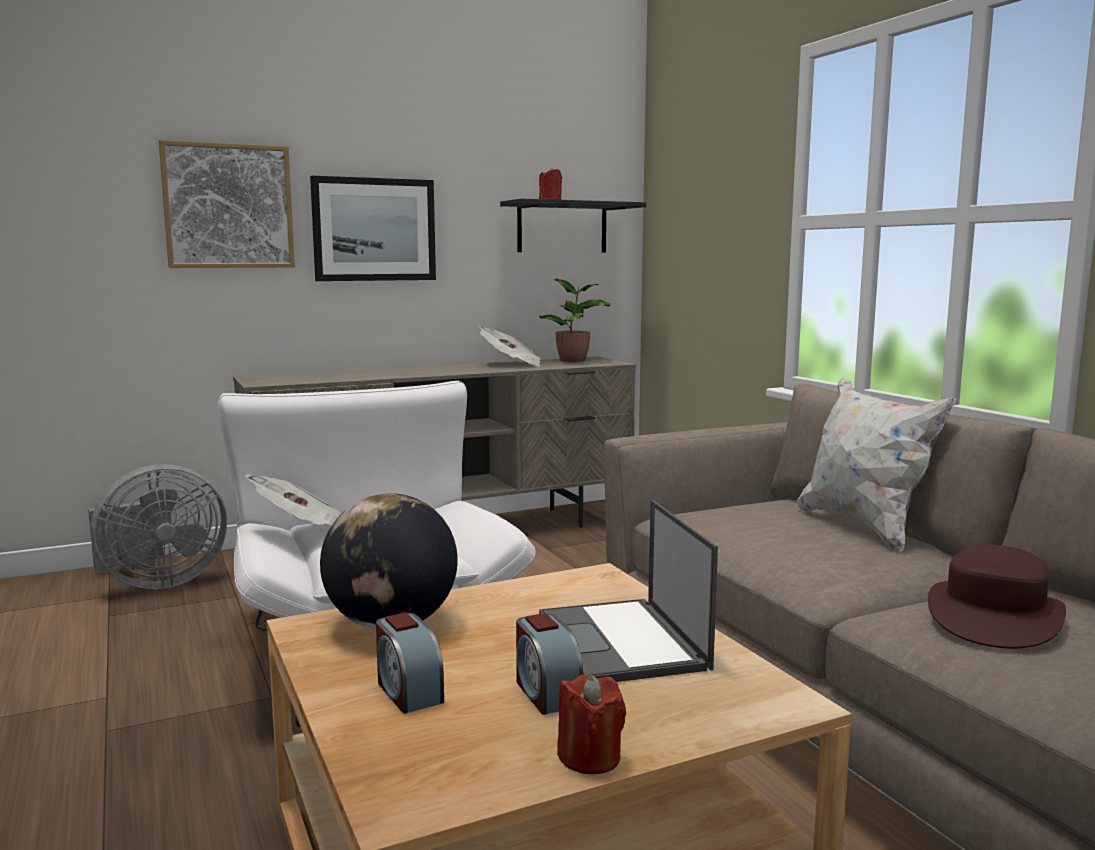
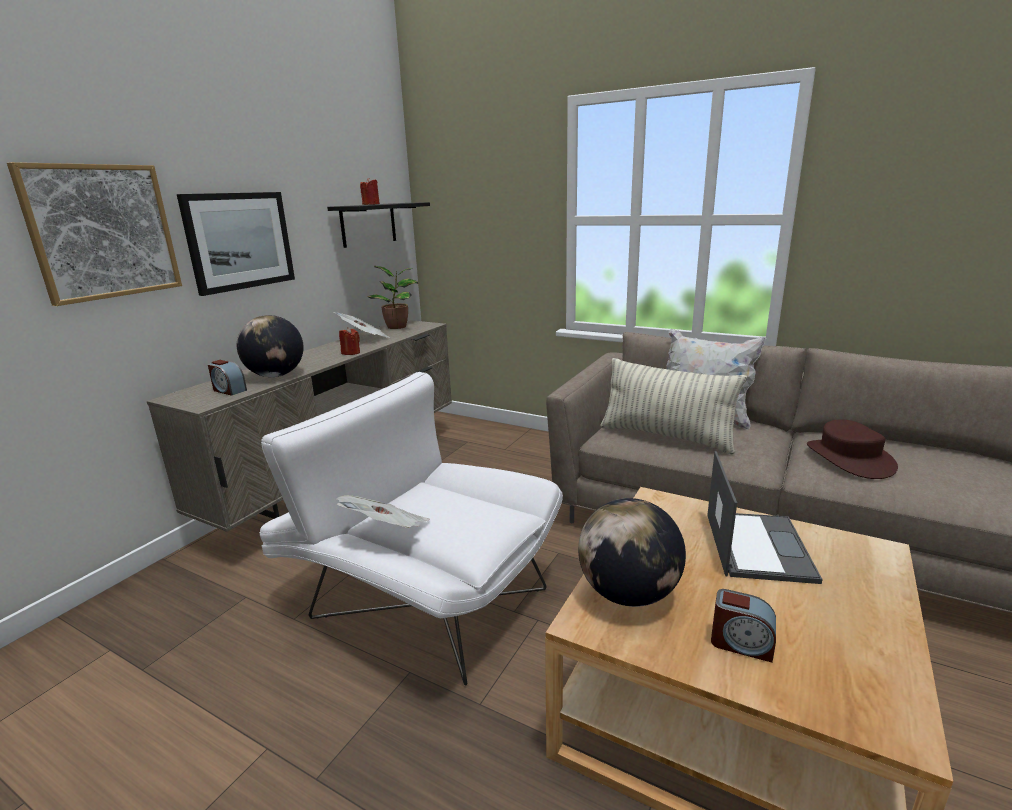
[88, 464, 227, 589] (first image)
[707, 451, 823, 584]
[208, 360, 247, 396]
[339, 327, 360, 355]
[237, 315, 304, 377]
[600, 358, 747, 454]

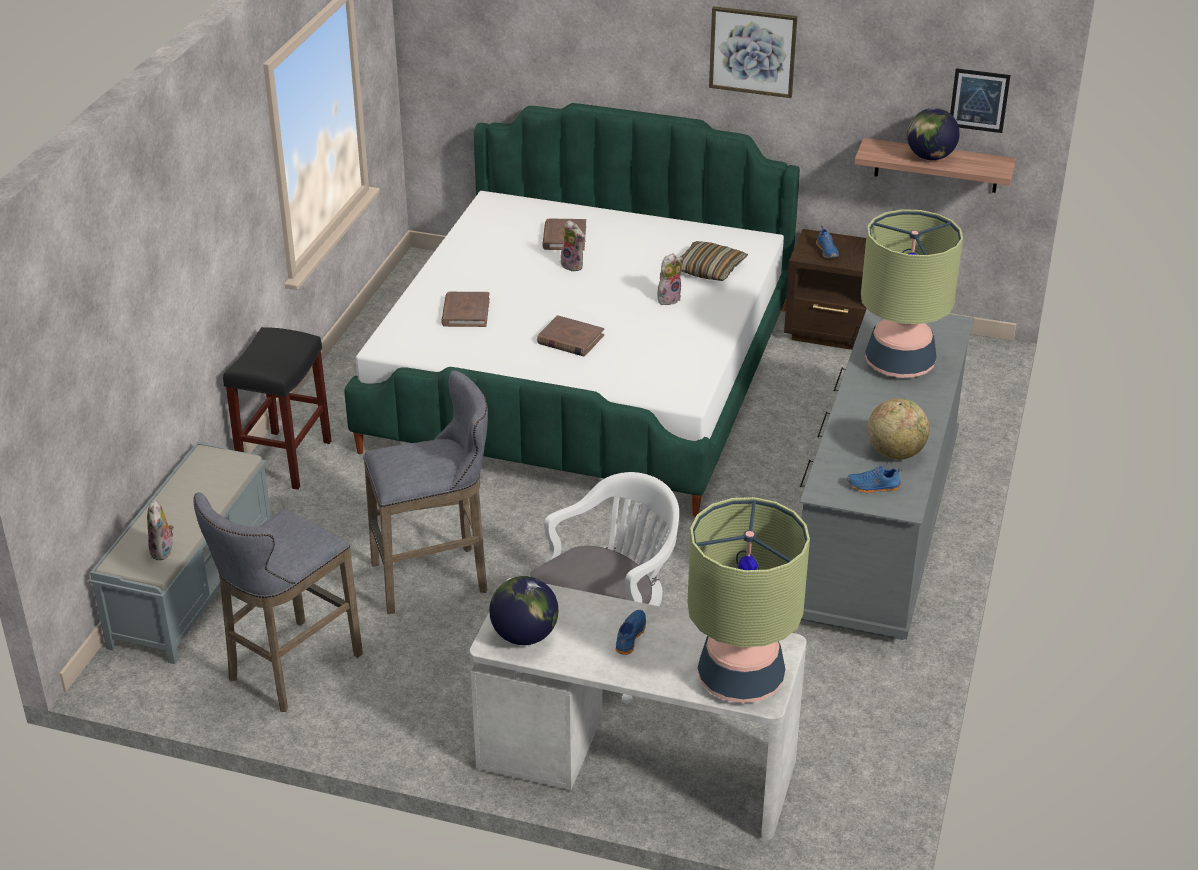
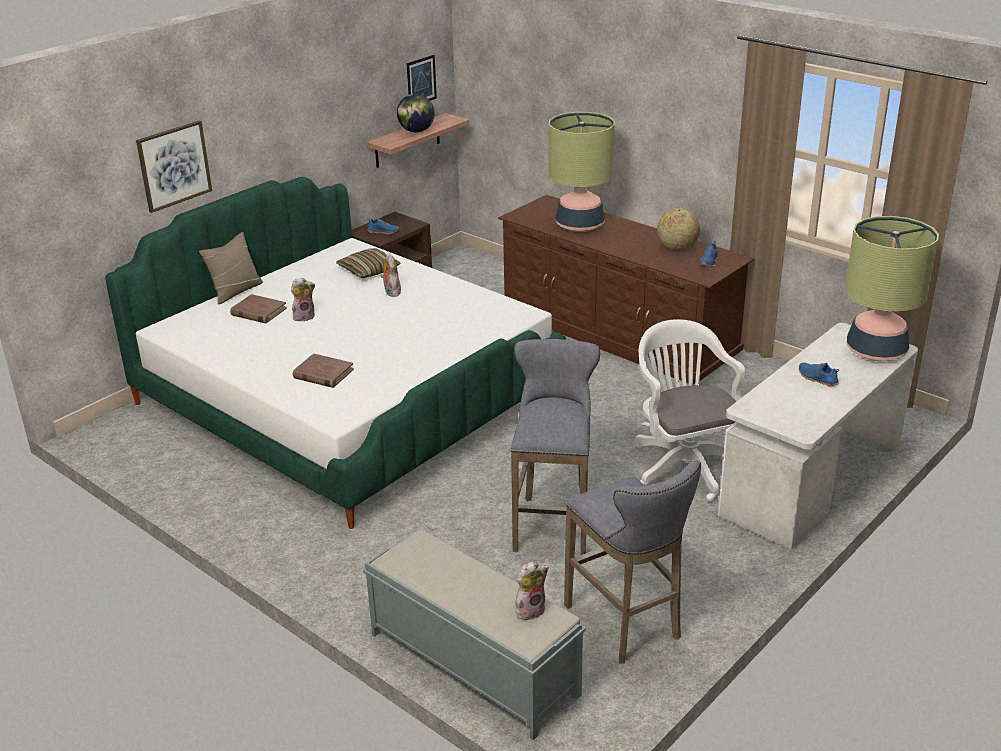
[136, 121, 212, 213]
[498, 195, 755, 384]
[537, 315, 604, 357] (first image)
[223, 327, 332, 490] (first image)
[516, 561, 549, 620]
[489, 576, 558, 645] (first image)
[199, 232, 263, 304]

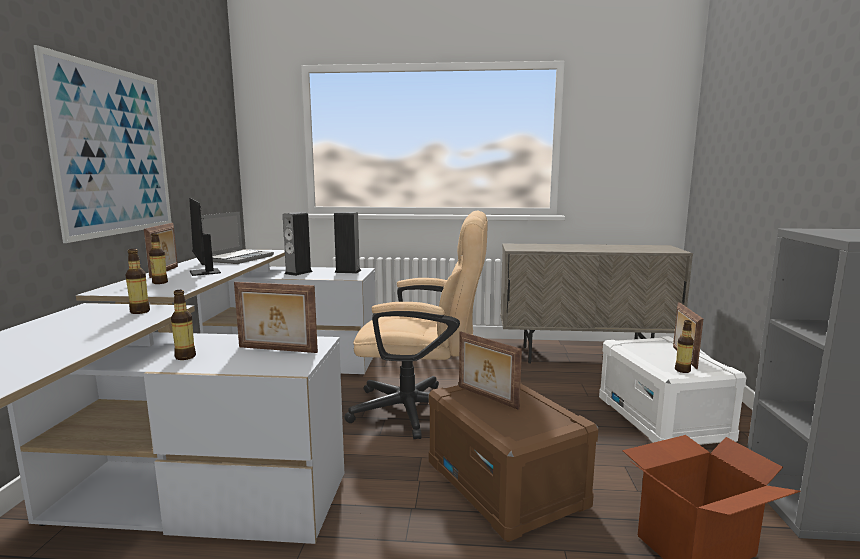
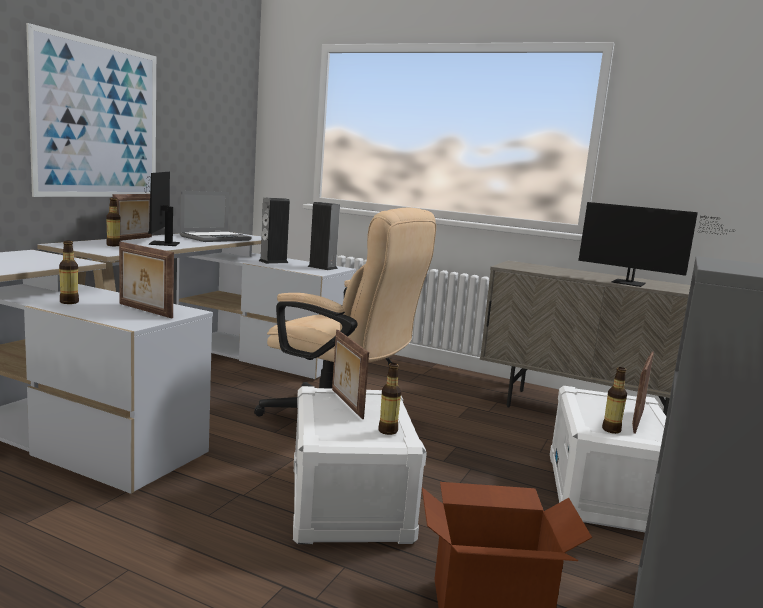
[378, 363, 401, 435]
[293, 386, 427, 544]
[578, 202, 734, 287]

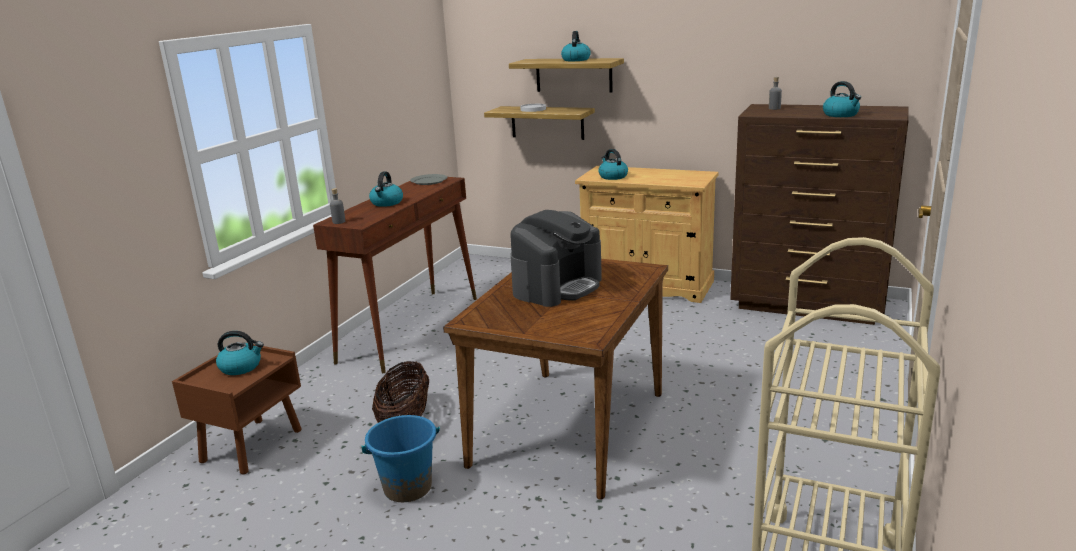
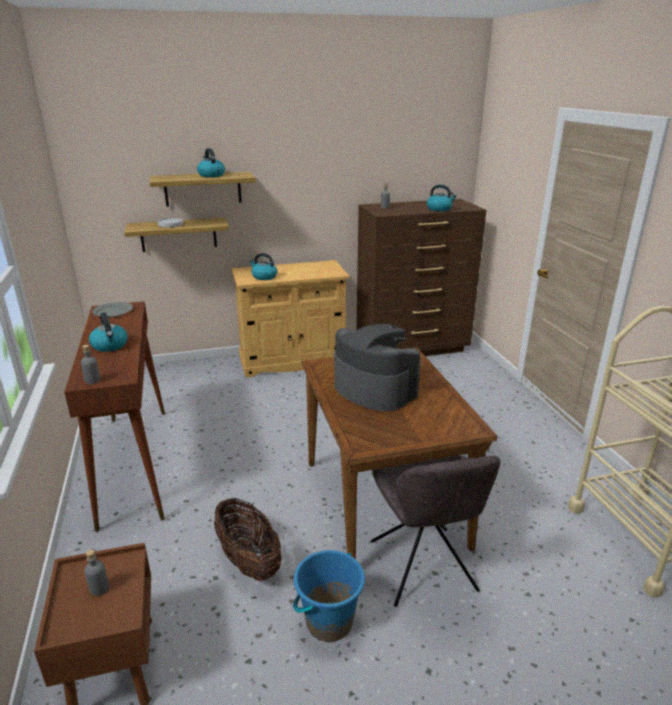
[334, 324, 421, 411]
[84, 550, 109, 596]
[371, 455, 500, 607]

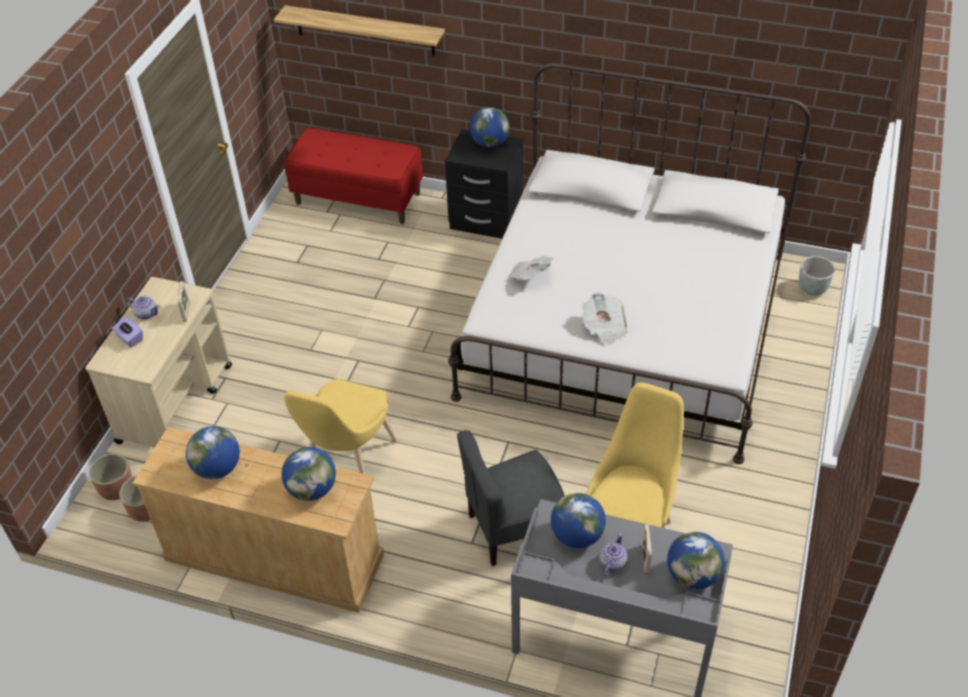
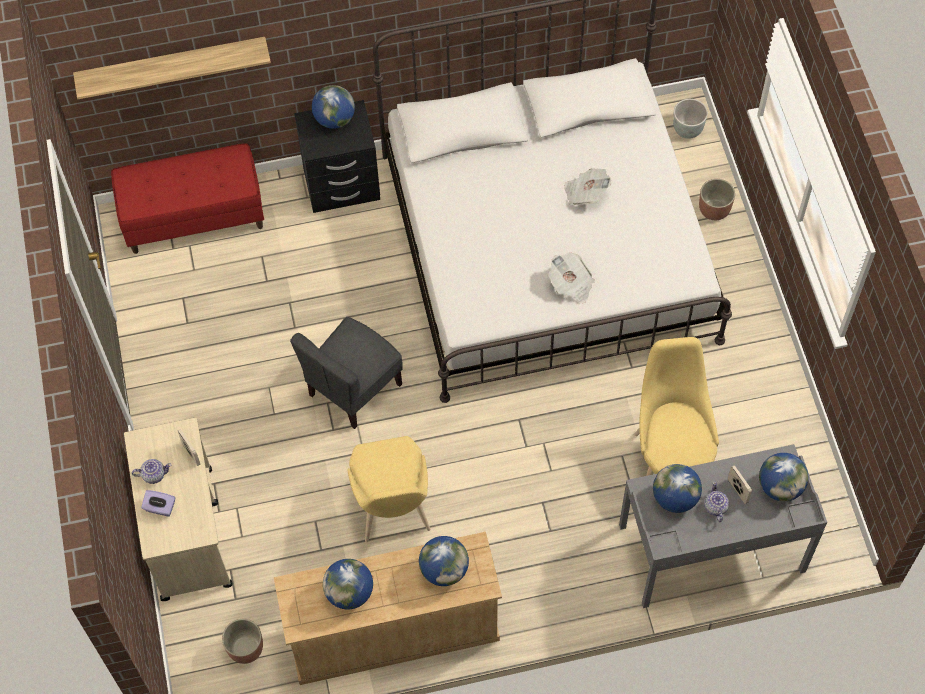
[564, 168, 611, 205]
[290, 317, 403, 429]
[699, 179, 735, 220]

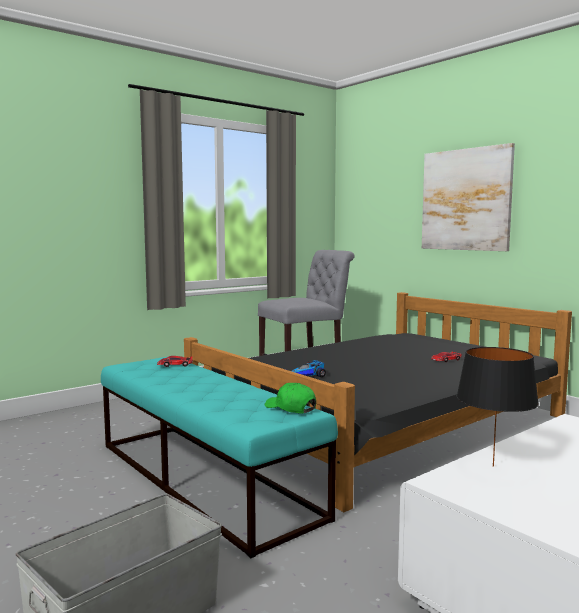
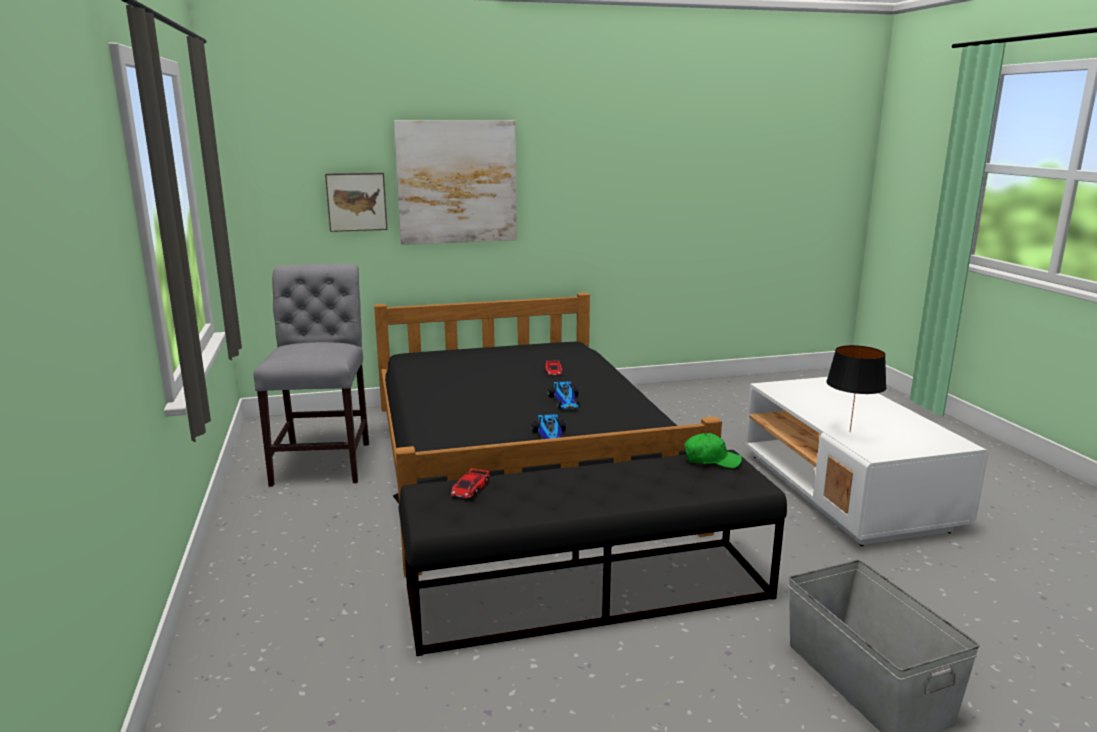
[398, 450, 787, 656]
[684, 433, 742, 468]
[325, 173, 387, 232]
[548, 381, 580, 410]

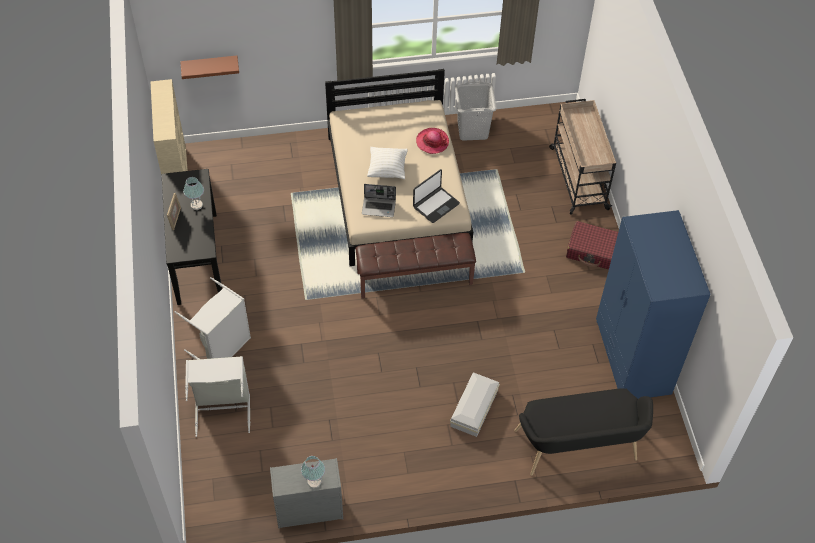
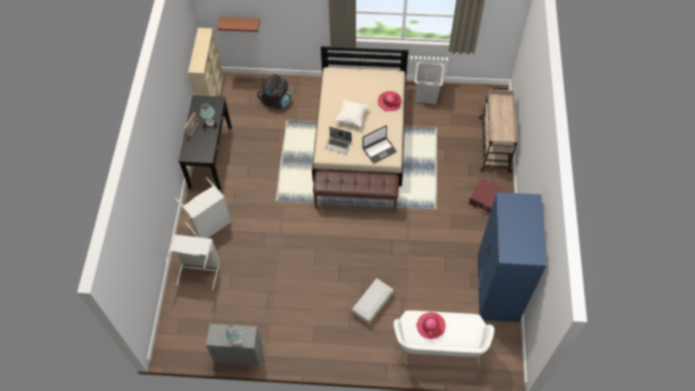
[393, 310, 495, 367]
[257, 74, 291, 109]
[416, 312, 445, 339]

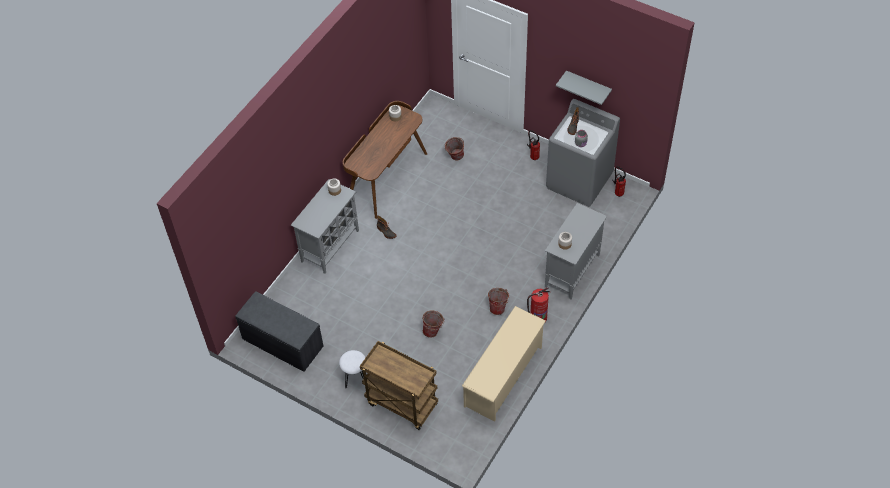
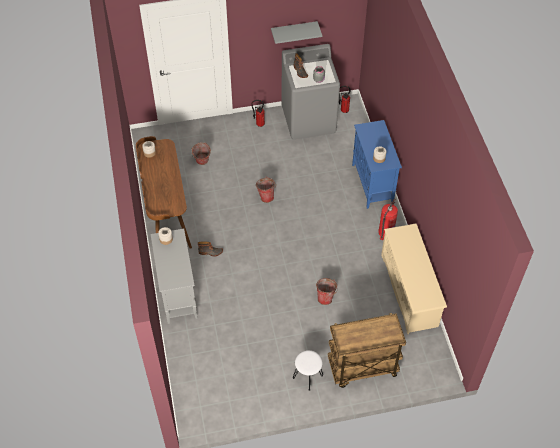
[352, 120, 402, 209]
[256, 177, 276, 203]
[235, 291, 324, 372] (first image)

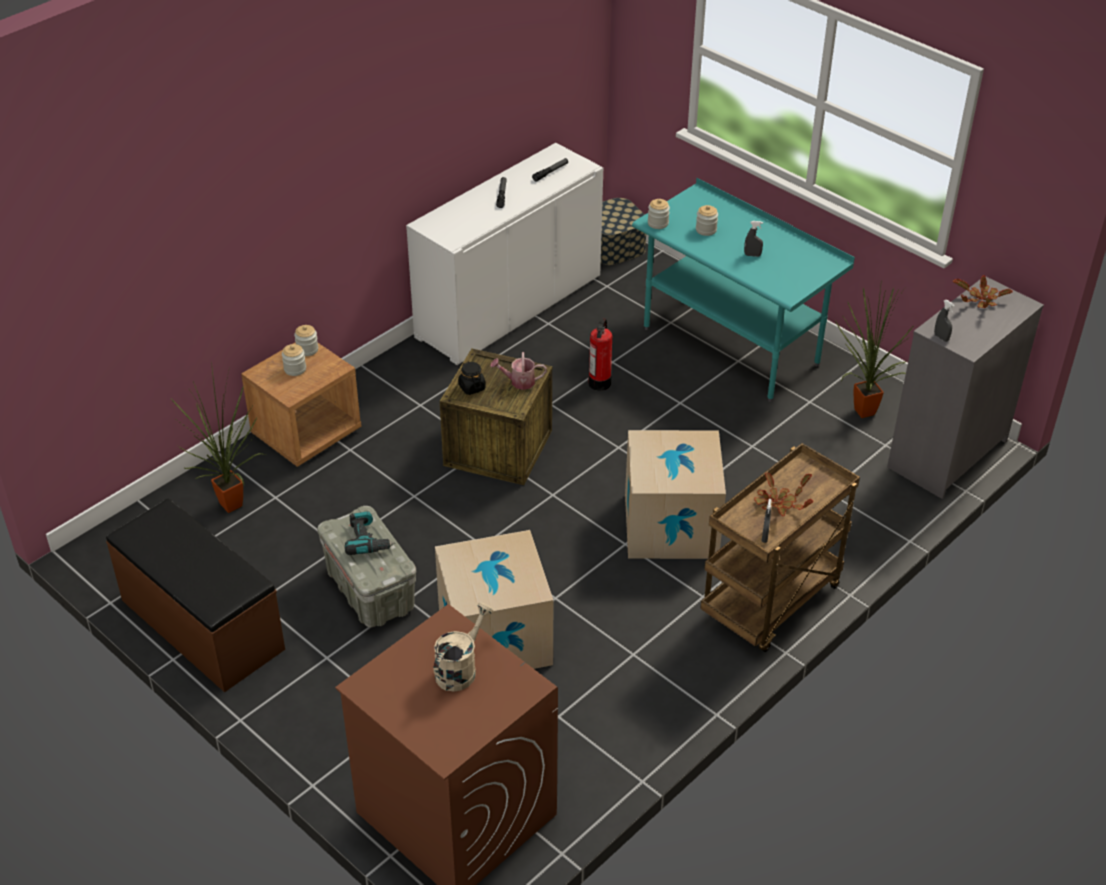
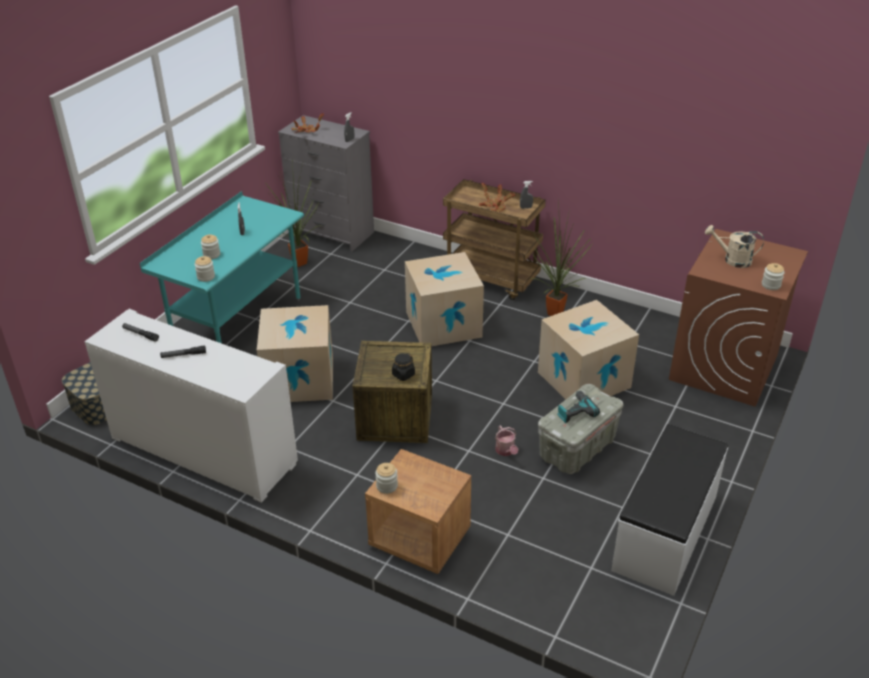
[257, 305, 333, 402]
[762, 263, 785, 290]
[495, 425, 518, 456]
[531, 201, 592, 316]
[611, 424, 728, 596]

